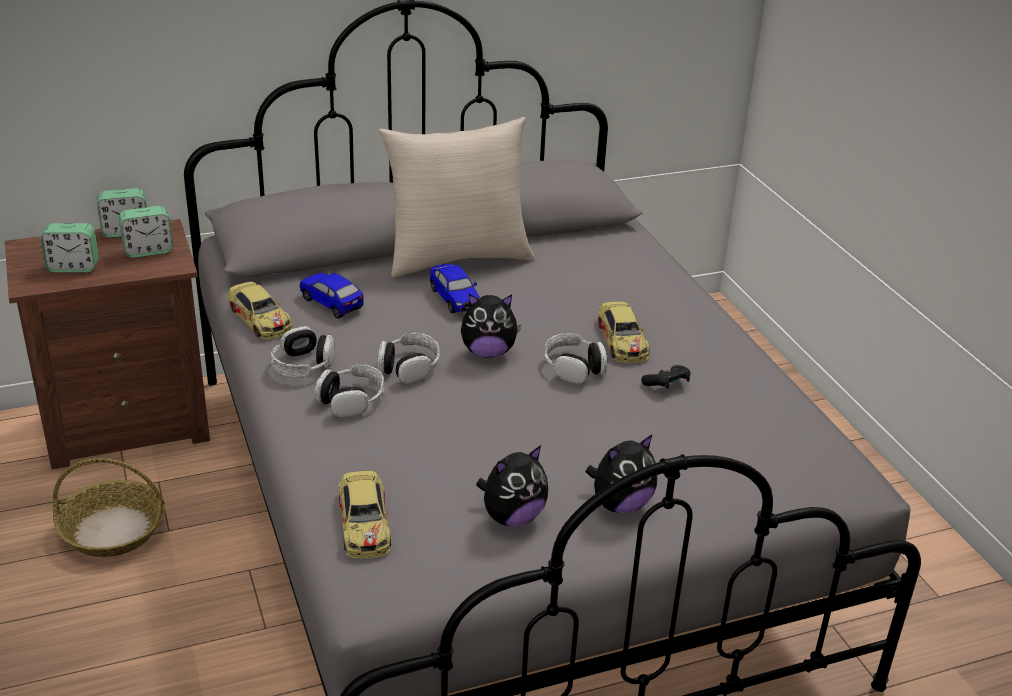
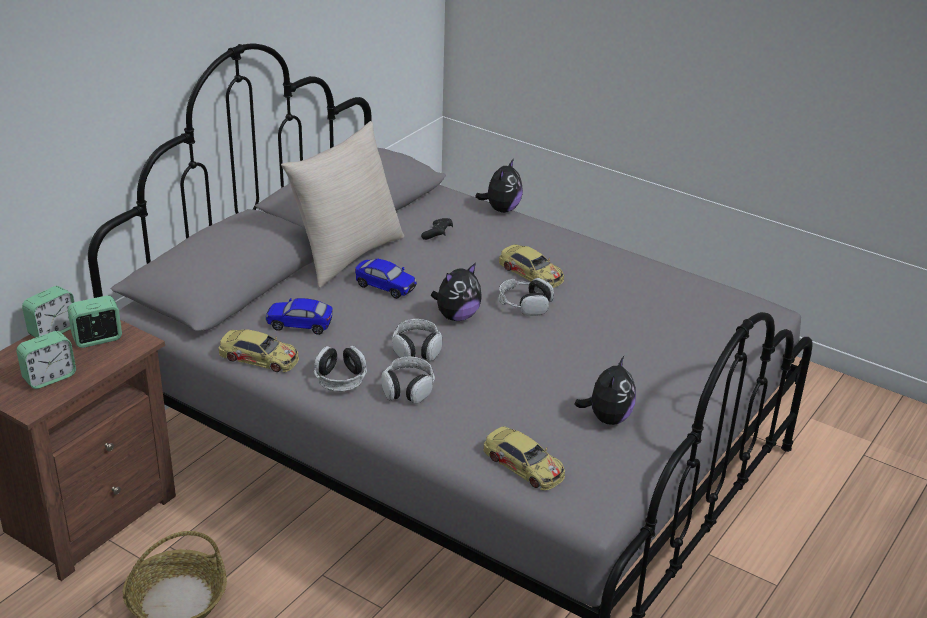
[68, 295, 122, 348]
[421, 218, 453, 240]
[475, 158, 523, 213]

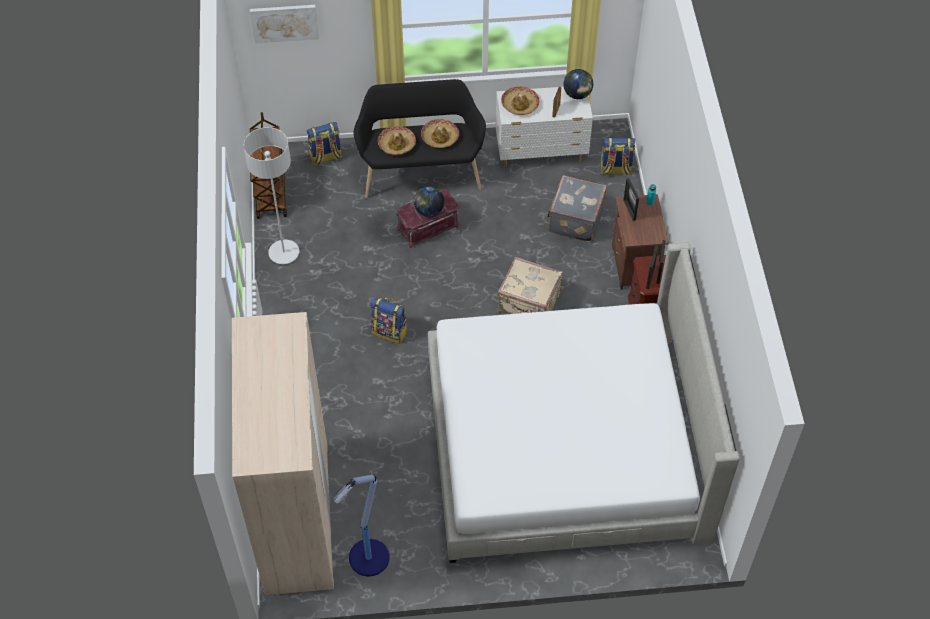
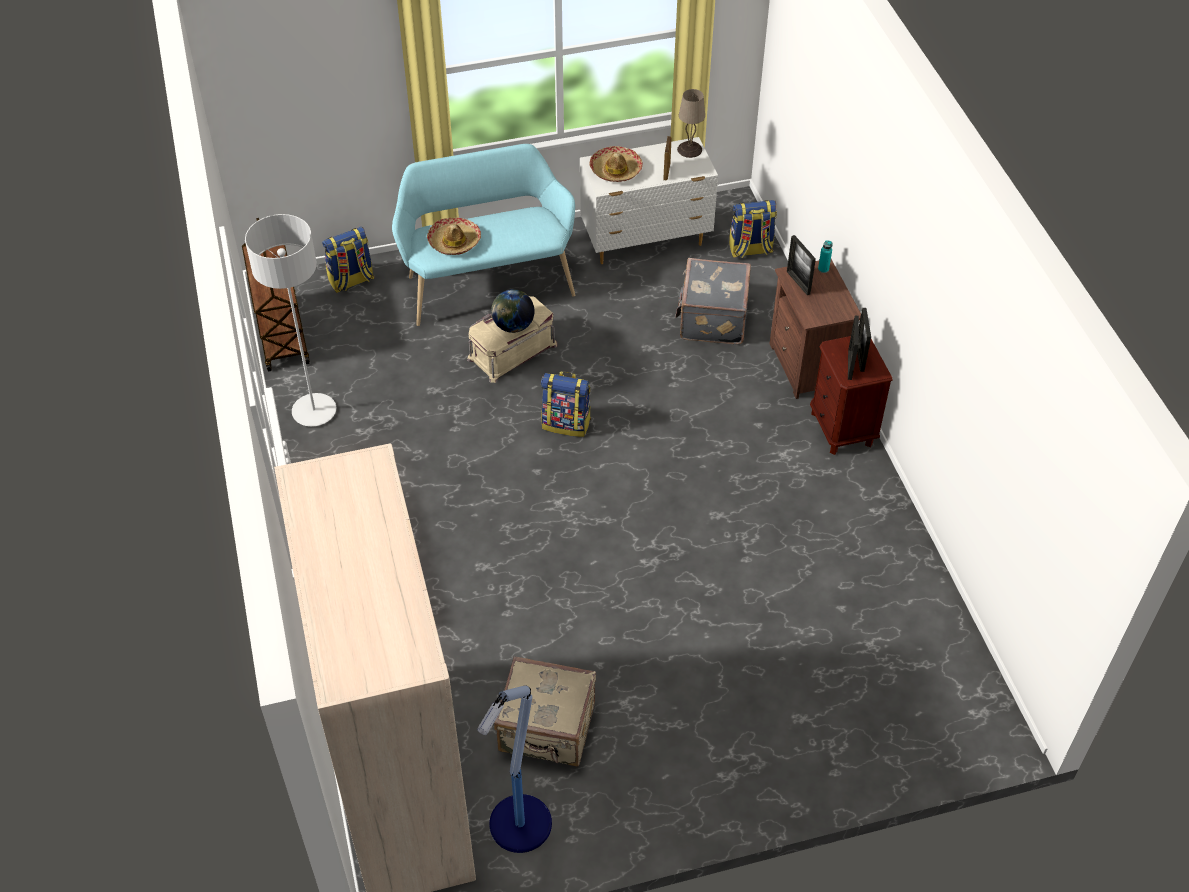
[250, 5, 319, 44] (first image)
[677, 89, 705, 158]
[392, 144, 575, 326]
[421, 119, 459, 148] (first image)
[467, 296, 558, 383]
[428, 242, 740, 563] (first image)
[494, 656, 596, 767]
[541, 371, 591, 437]

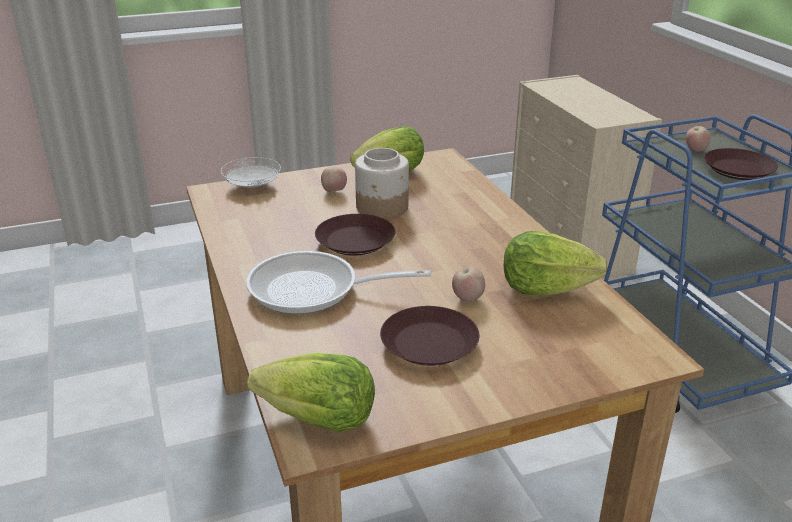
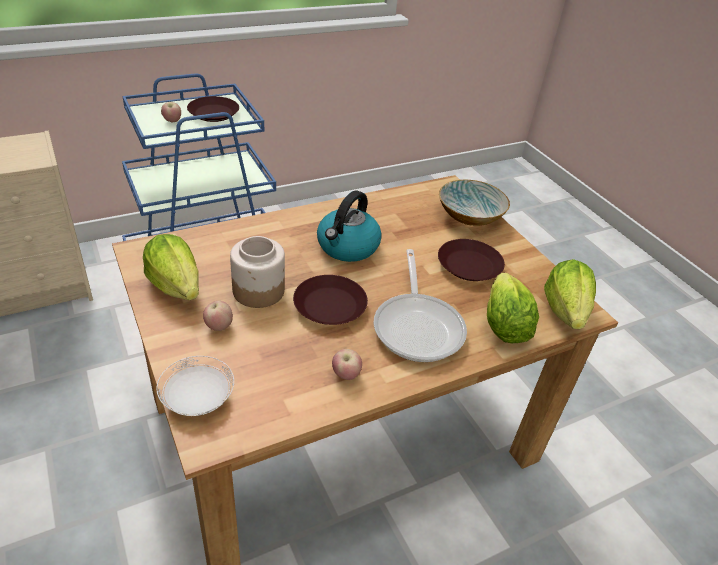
[487, 273, 539, 343]
[332, 349, 362, 380]
[439, 180, 510, 226]
[317, 190, 382, 262]

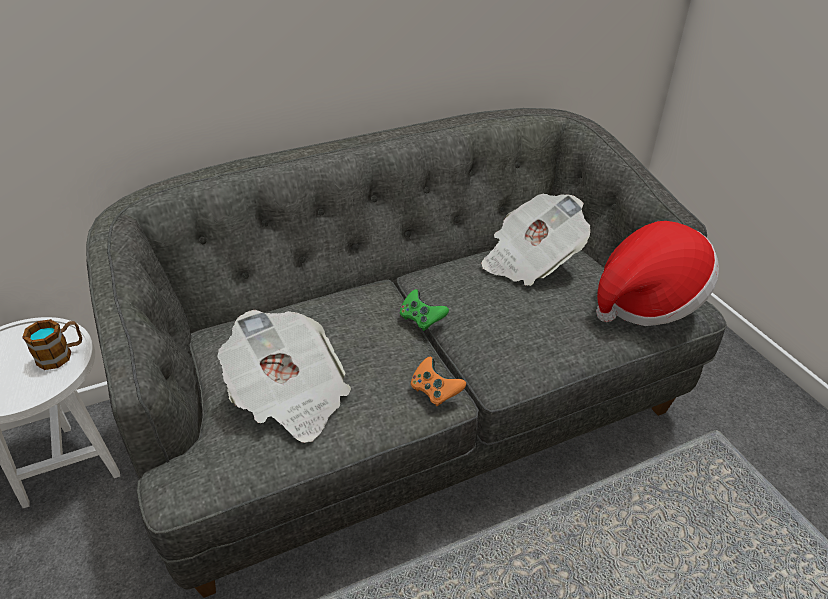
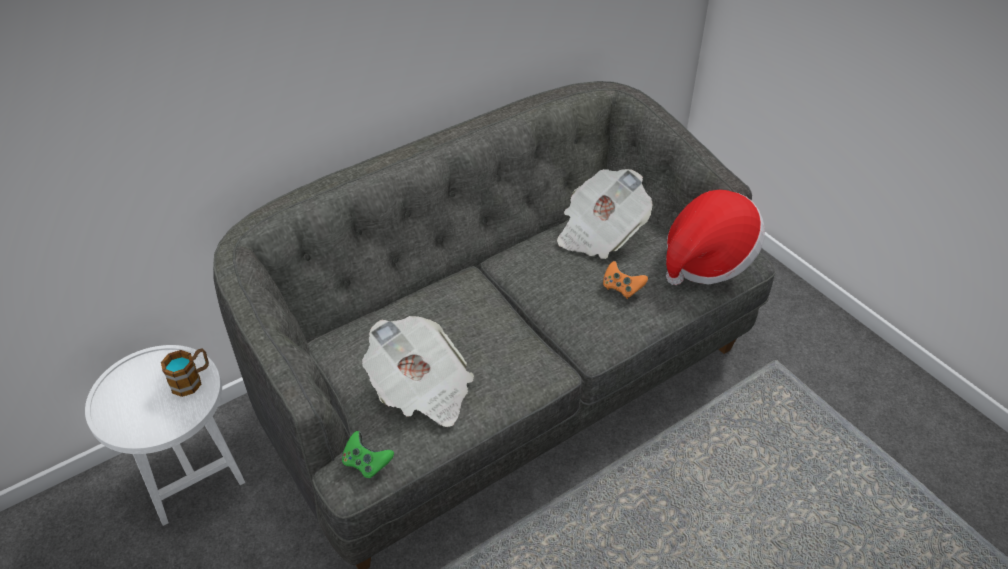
[342, 431, 394, 479]
[603, 261, 648, 299]

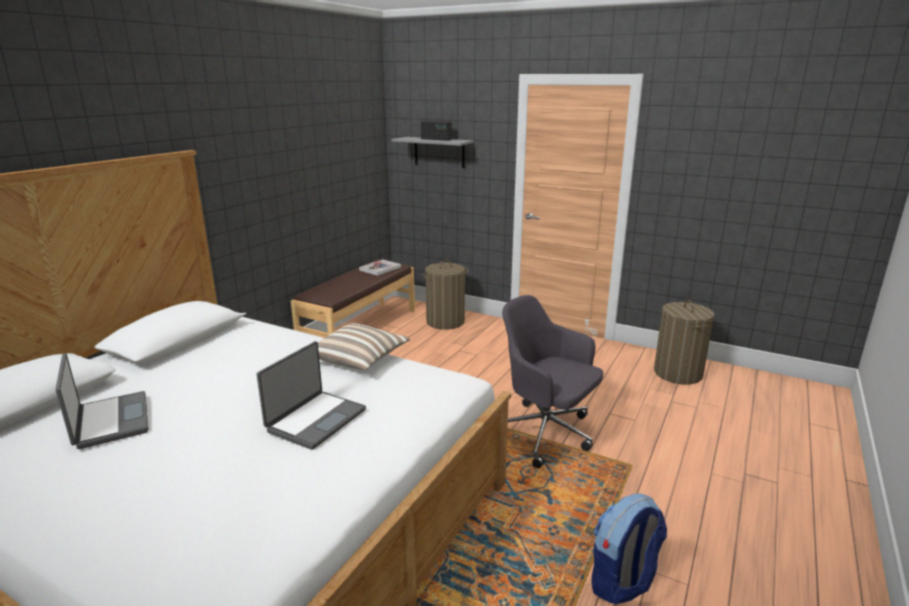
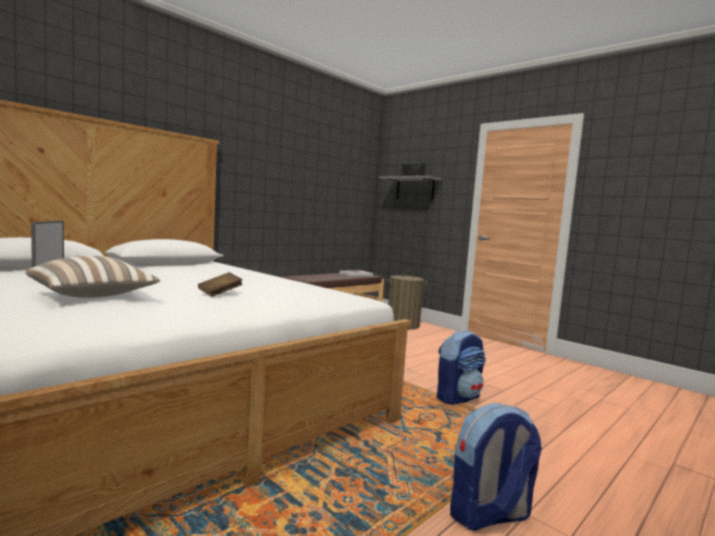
[437, 330, 486, 405]
[654, 299, 715, 385] (first image)
[26, 256, 160, 298]
[198, 272, 243, 297]

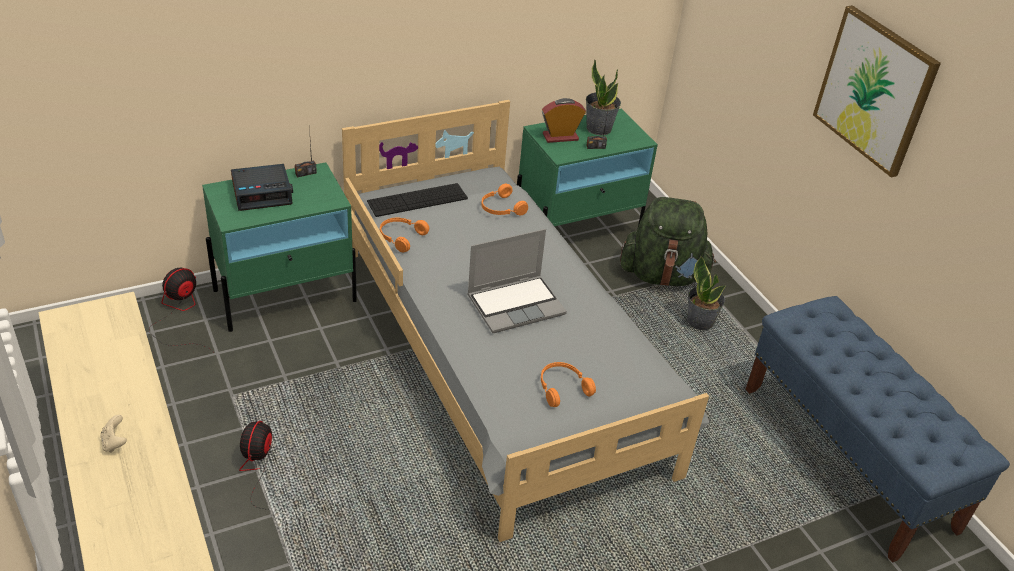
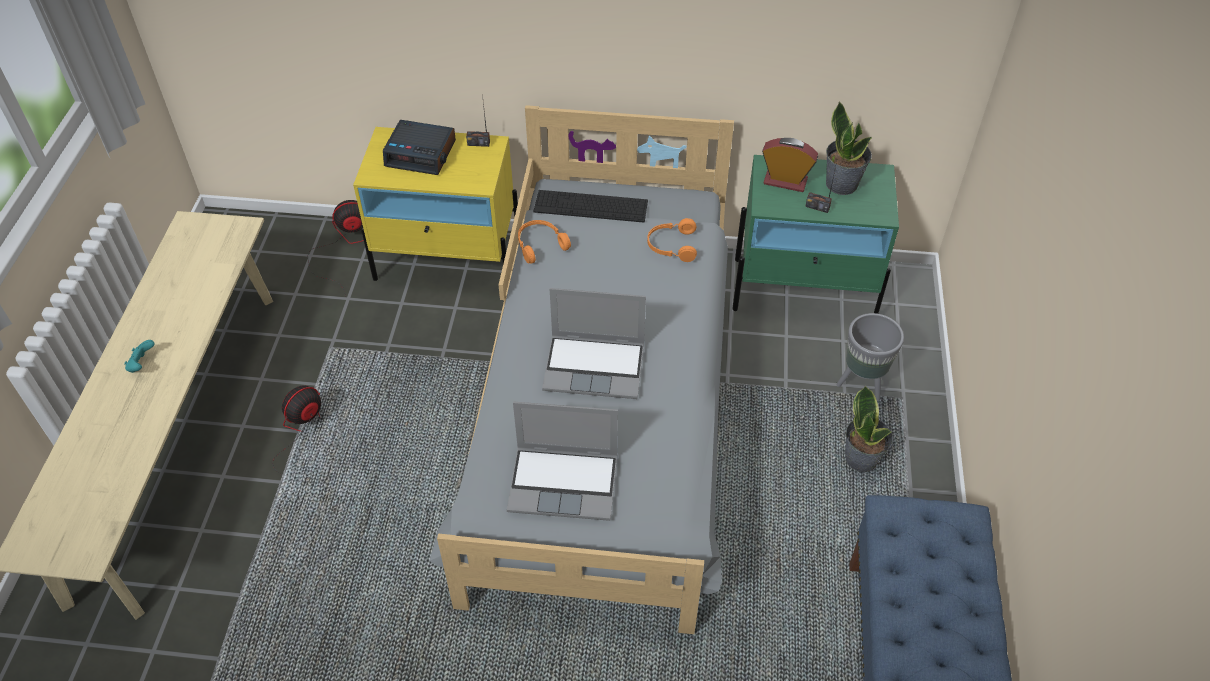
[813, 5, 941, 178] (first image)
[353, 127, 518, 281]
[836, 313, 904, 401]
[507, 402, 618, 521]
[124, 340, 154, 373]

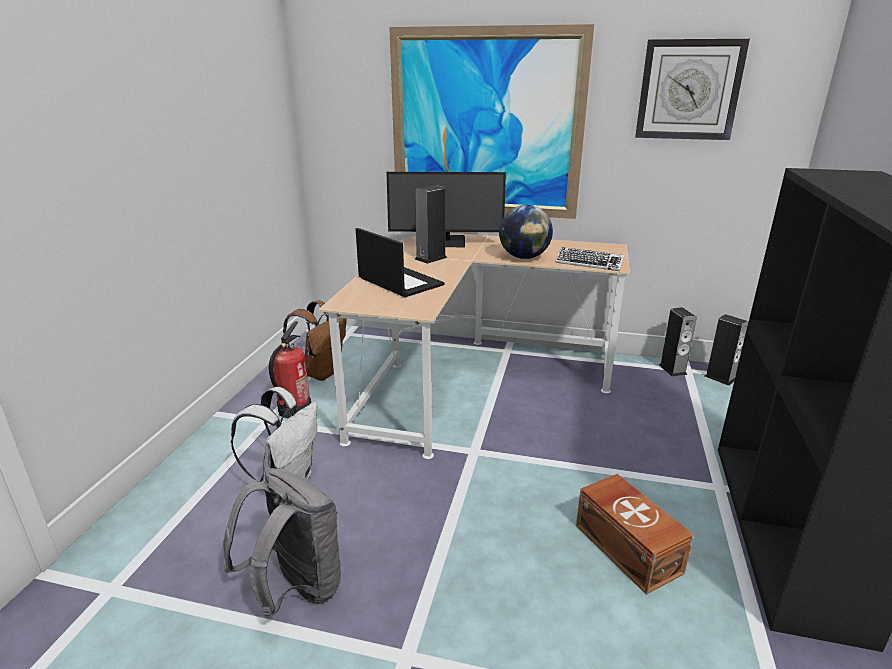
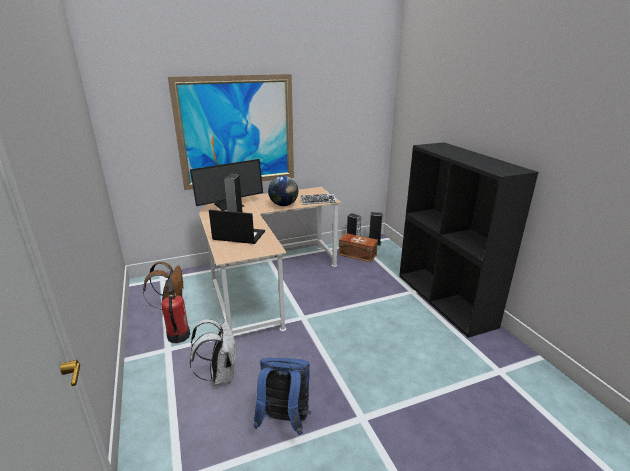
[635, 39, 750, 140] (first image)
[254, 358, 311, 435]
[339, 233, 378, 262]

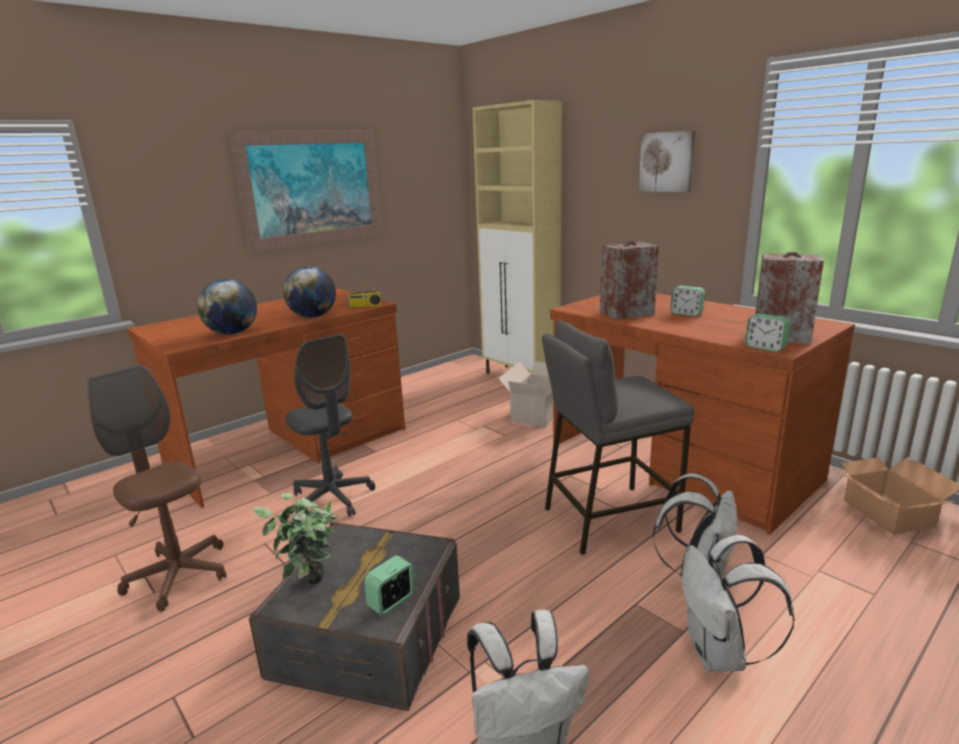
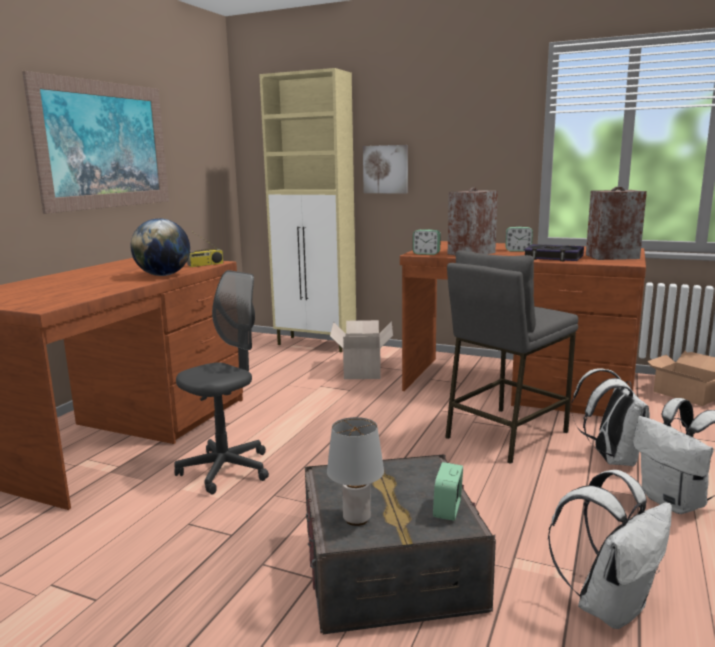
[363, 145, 408, 193]
[197, 279, 257, 335] (first image)
[413, 229, 441, 255]
[174, 270, 269, 494]
[87, 365, 227, 612] (first image)
[327, 417, 384, 526]
[524, 244, 584, 261]

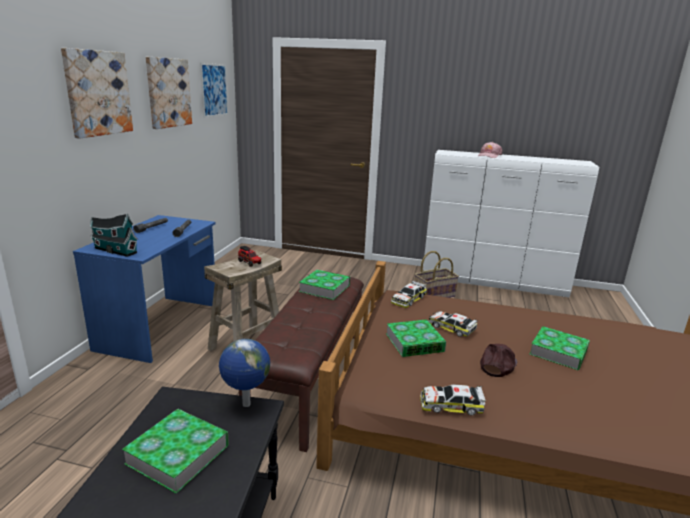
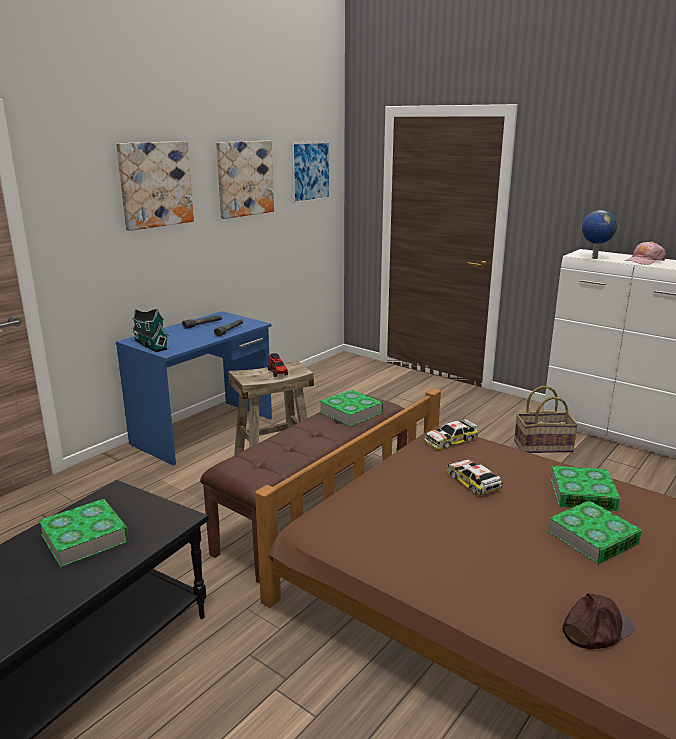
[551, 466, 621, 511]
[582, 210, 617, 259]
[562, 593, 634, 650]
[420, 385, 487, 416] (first image)

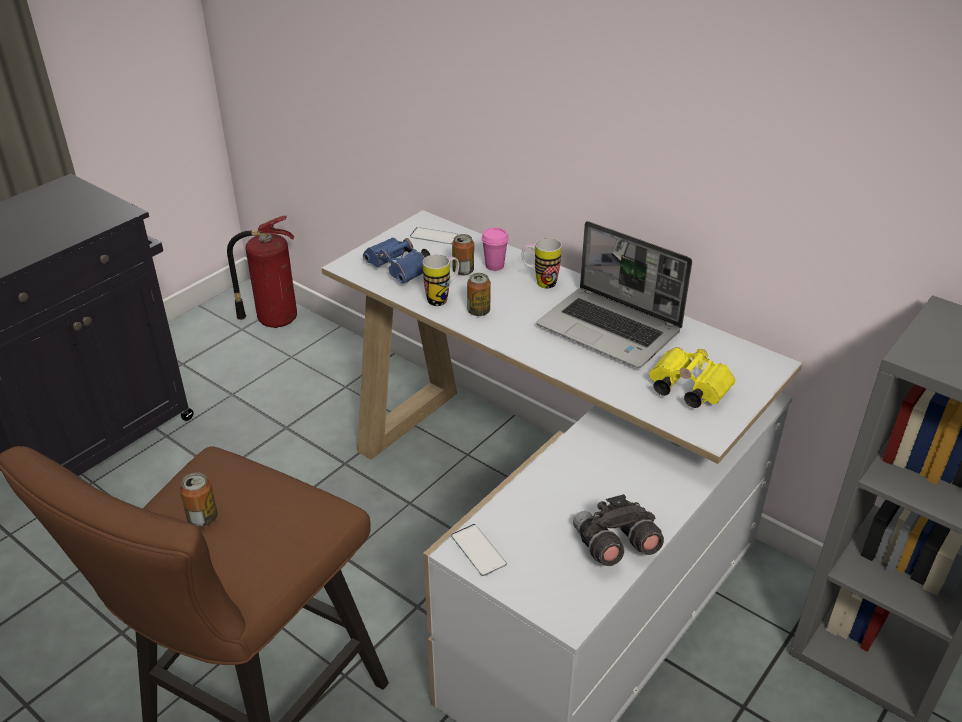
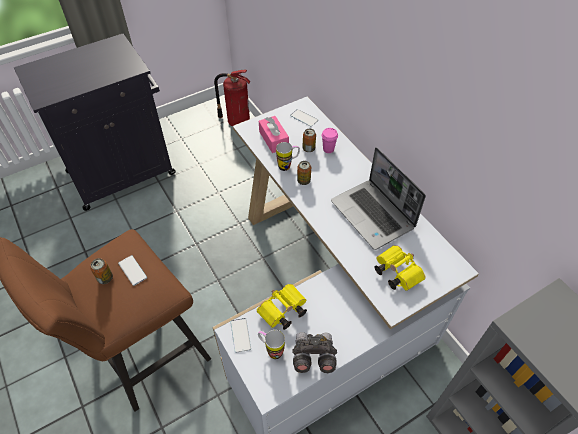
[259, 116, 289, 153]
[258, 330, 285, 359]
[118, 255, 147, 286]
[257, 284, 307, 330]

